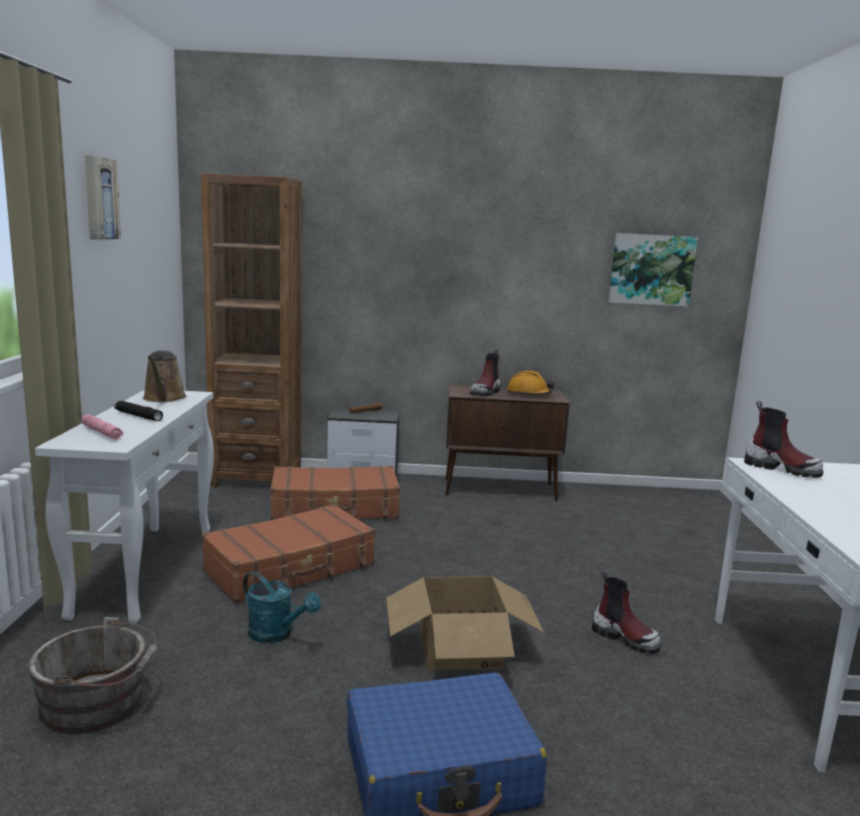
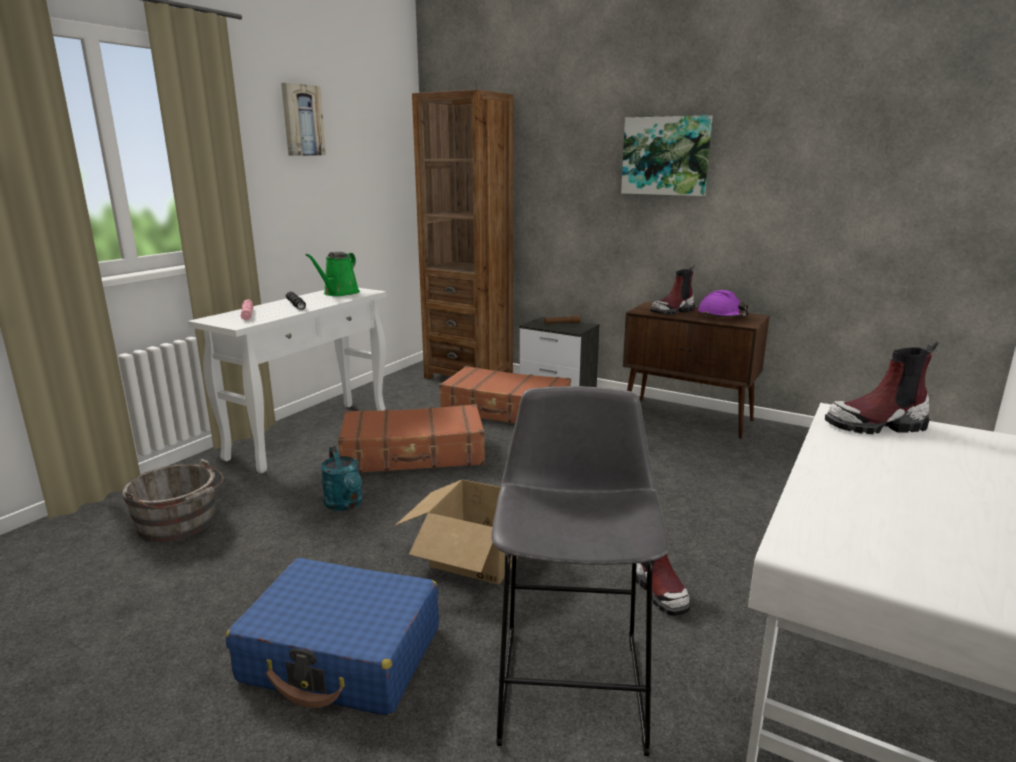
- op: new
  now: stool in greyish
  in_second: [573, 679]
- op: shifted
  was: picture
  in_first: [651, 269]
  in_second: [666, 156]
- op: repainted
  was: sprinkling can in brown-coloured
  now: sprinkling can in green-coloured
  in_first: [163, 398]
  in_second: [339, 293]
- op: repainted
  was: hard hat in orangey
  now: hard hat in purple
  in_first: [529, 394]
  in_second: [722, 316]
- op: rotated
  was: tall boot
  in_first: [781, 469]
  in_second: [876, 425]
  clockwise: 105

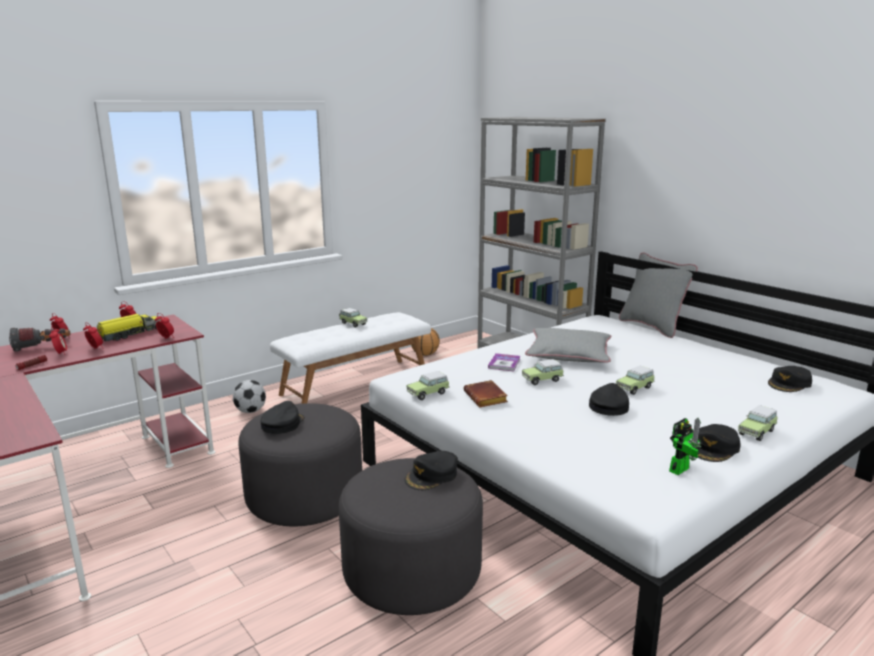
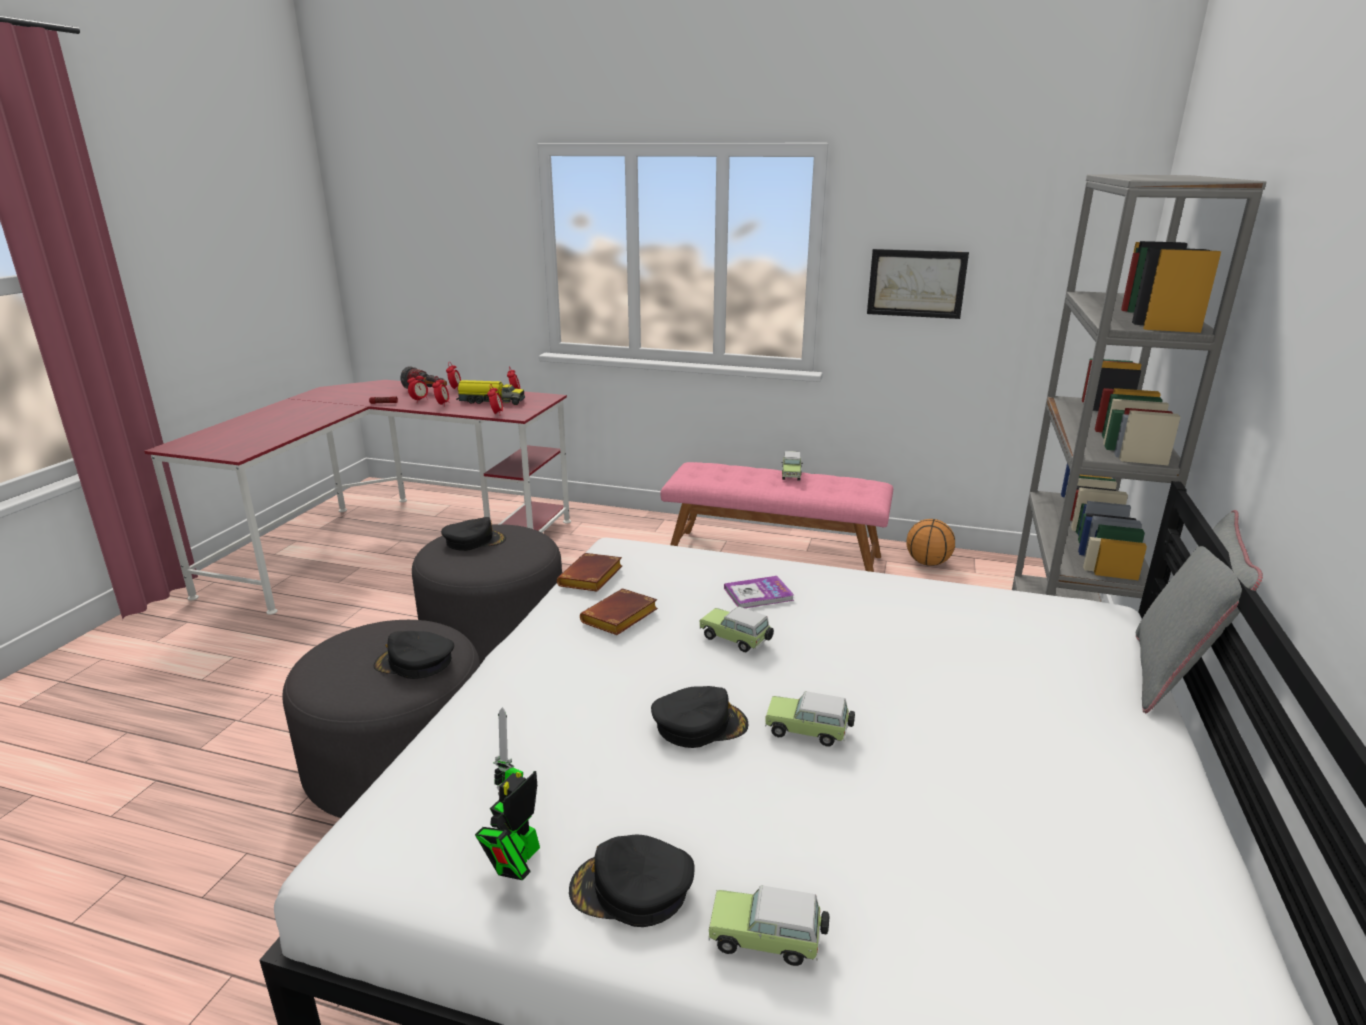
- op: gone
  was: football ball
  in_first: [250, 411]
- op: gone
  was: pillow in greyish
  in_first: [568, 354]
- op: gone
  was: peaked cap in black
  in_first: [789, 384]
- op: new
  now: picture
  in_second: [916, 283]
- op: swapped
  was: toy car
  now: volume in brown-coloured
  in_first: [429, 393]
  in_second: [591, 579]
- op: repainted
  was: bench in whitish
  now: bench in pink
  in_first: [355, 383]
  in_second: [774, 556]
- op: rotated
  was: robot figure
  in_first: [681, 468]
  in_second: [515, 862]
  clockwise: 105

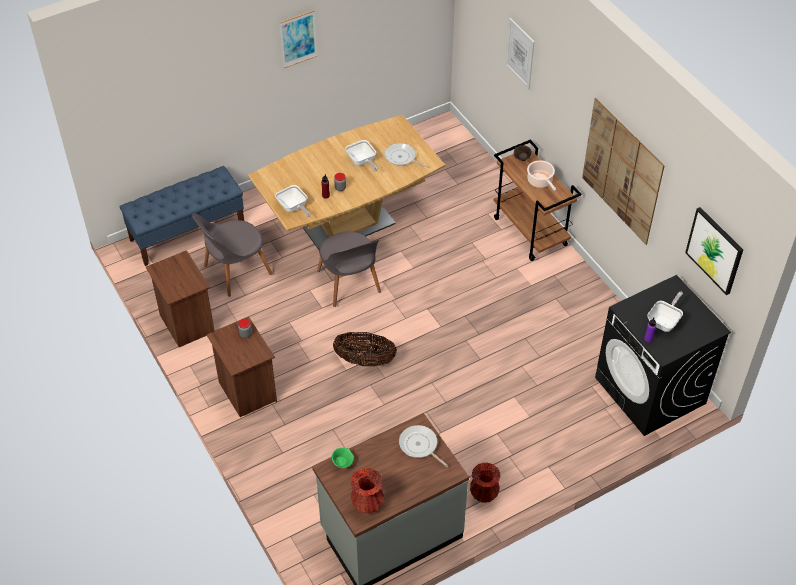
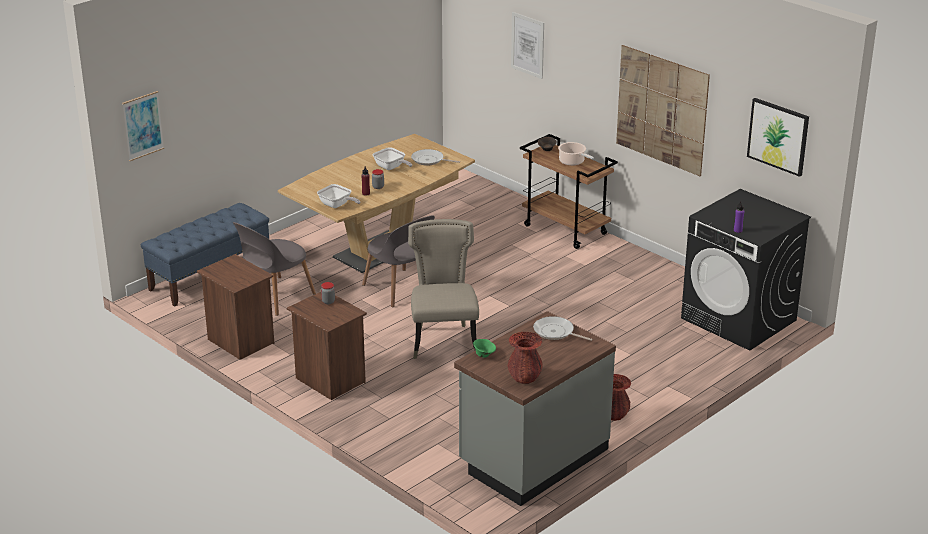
- op: gone
  was: pan
  in_first: [665, 321]
- op: shifted
  was: picture
  in_first: [298, 39]
  in_second: [143, 126]
- op: swapped
  was: basket
  now: upright chair in beige
  in_first: [365, 360]
  in_second: [443, 340]

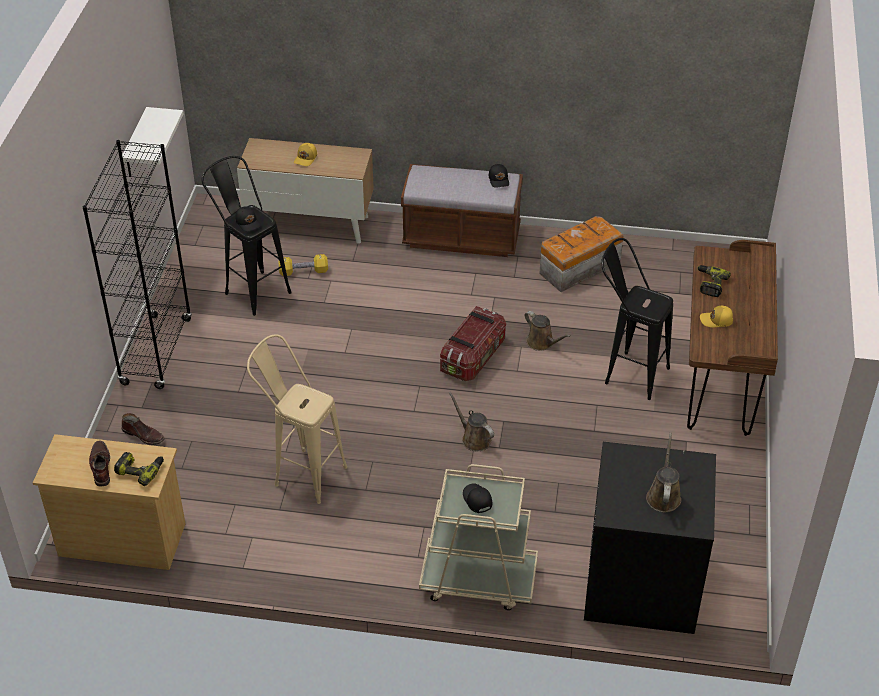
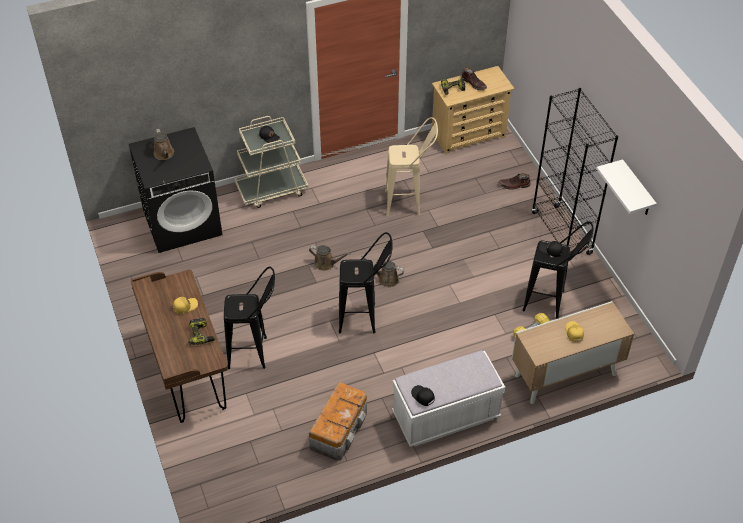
- op: shifted
  was: sprinkling can in brown-coloured
  in_first: [542, 342]
  in_second: [386, 279]
- op: swapped
  was: storage box
  now: stool in black
  in_first: [473, 357]
  in_second: [365, 318]
- op: repainted
  was: bench in brown-coloured
  now: bench in whitish
  in_first: [461, 237]
  in_second: [446, 416]

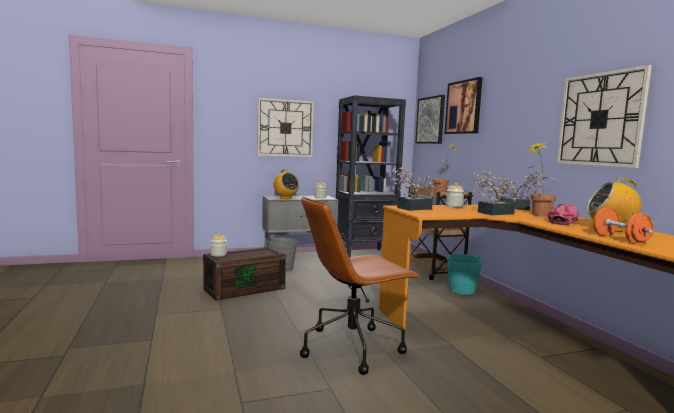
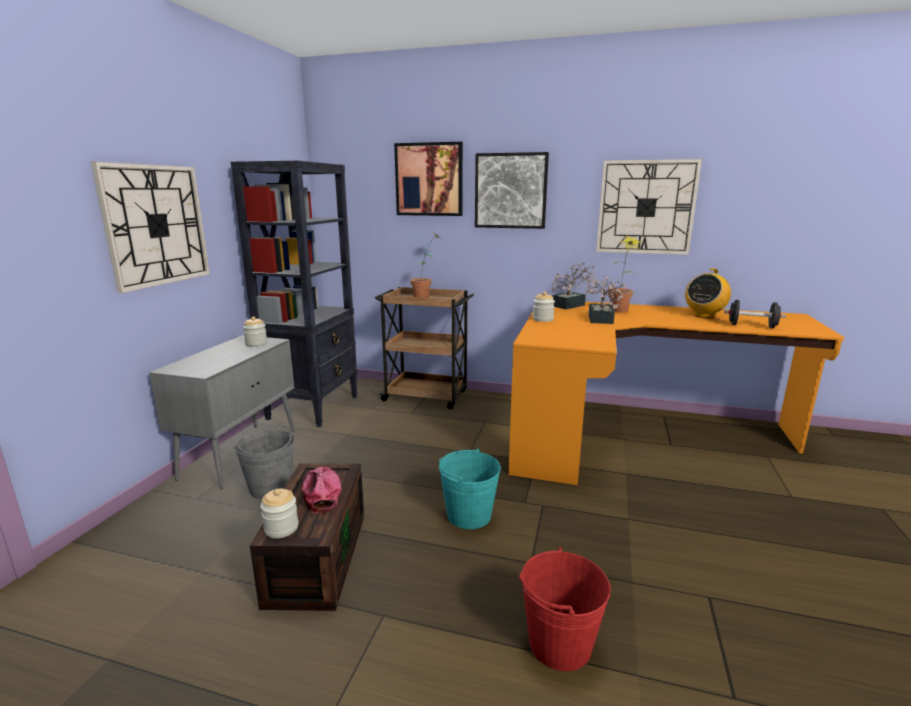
- op: gone
  was: radio receiver
  in_first: [285, 198]
- op: gone
  was: office chair in brown-coloured
  in_first: [353, 347]
- op: gone
  was: houseplant
  in_first: [411, 208]
- op: new
  now: pail in red
  in_second: [559, 643]
- op: shifted
  was: picture
  in_first: [430, 120]
  in_second: [510, 191]
- op: shifted
  was: pail in turquoise-coloured
  in_first: [462, 290]
  in_second: [469, 515]
- op: shifted
  was: peaked cap
  in_first: [563, 221]
  in_second: [321, 493]
- op: repainted
  was: hand weight in orangey
  now: hand weight in black
  in_first: [620, 239]
  in_second: [752, 326]

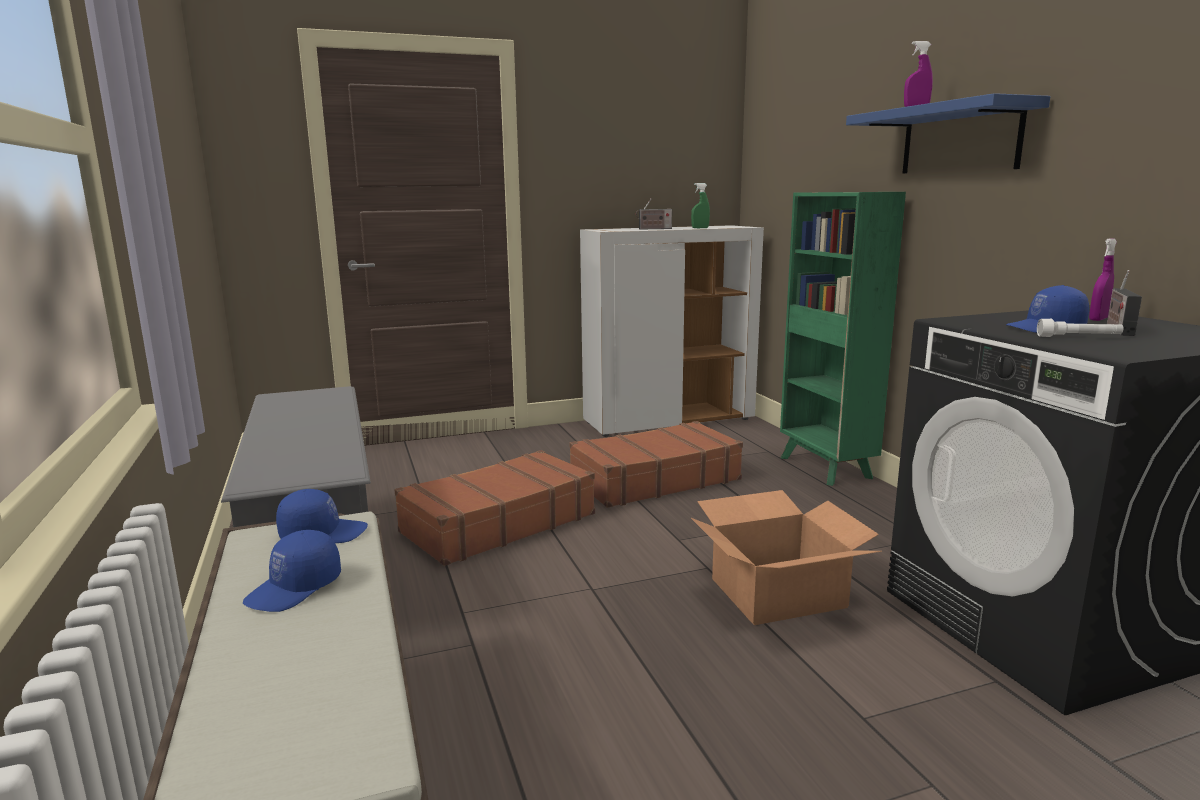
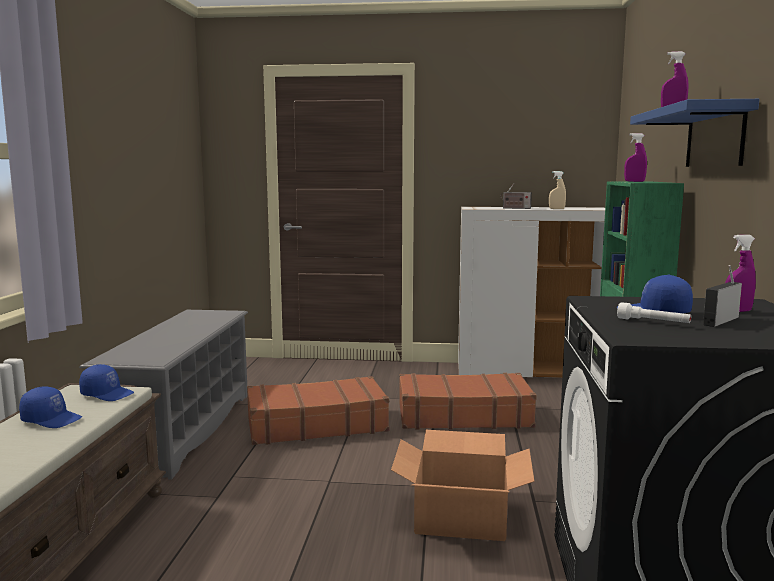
- op: new
  now: spray bottle in purple
  in_second: [634, 181]
- op: repainted
  was: spray bottle in green-coloured
  now: spray bottle in beige
  in_first: [700, 228]
  in_second: [556, 209]
- op: rotated
  was: peaked cap in blue-coloured
  in_first: [295, 589]
  in_second: [52, 419]
  clockwise: -135

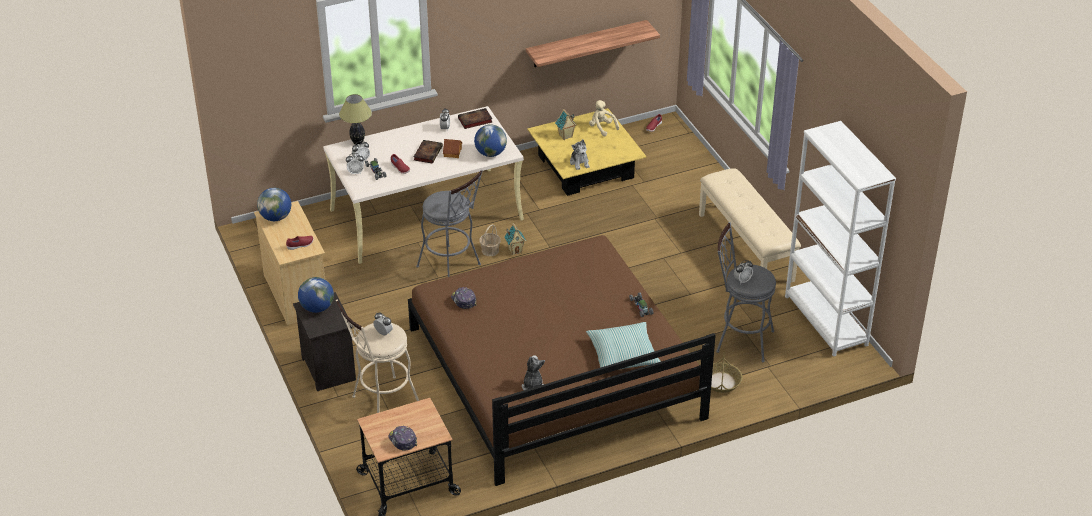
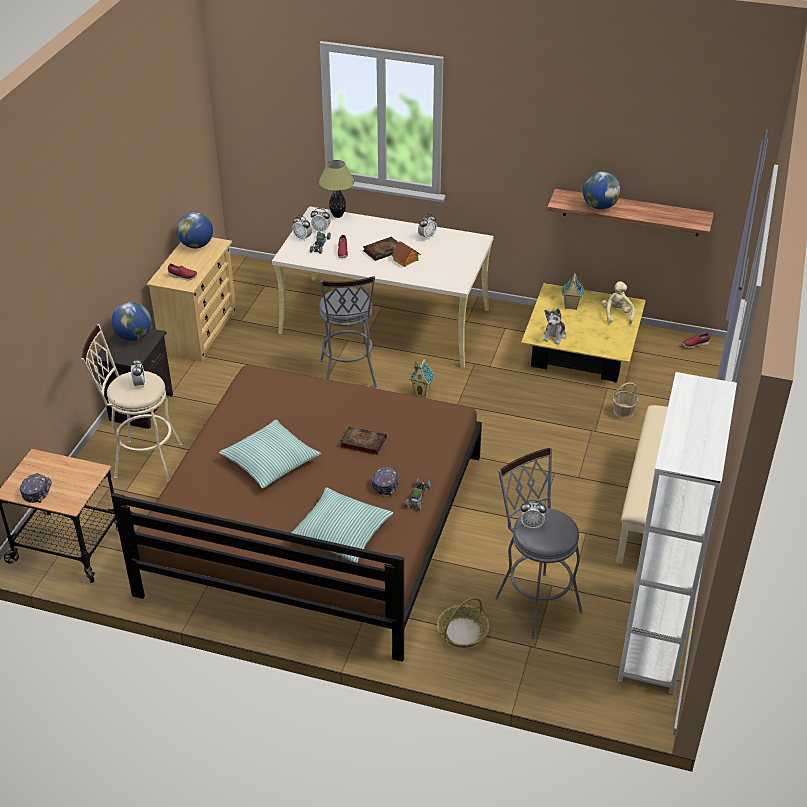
- op: gone
  was: plush toy
  in_first: [533, 385]
- op: new
  now: pillow
  in_second: [270, 461]
- op: shifted
  was: peaked cap
  in_first: [463, 301]
  in_second: [385, 483]
- op: shifted
  was: volume
  in_first: [474, 120]
  in_second: [362, 442]
- op: shifted
  was: desk globe
  in_first: [490, 153]
  in_second: [599, 206]
- op: shifted
  was: basket
  in_first: [490, 250]
  in_second: [623, 411]

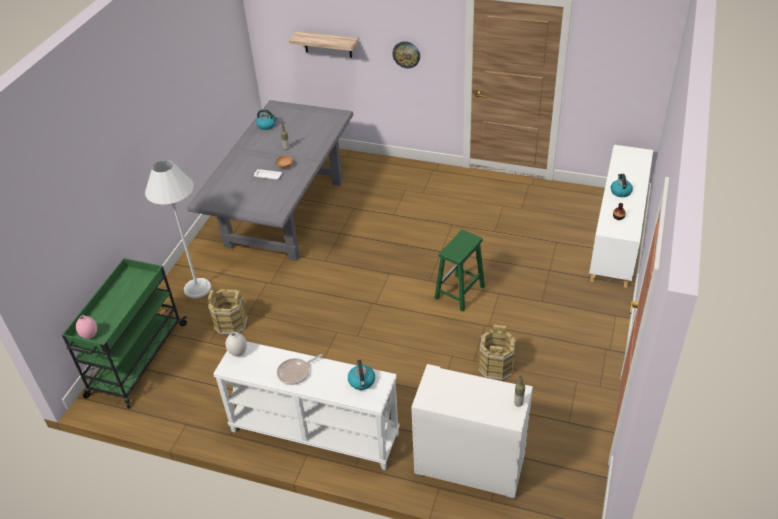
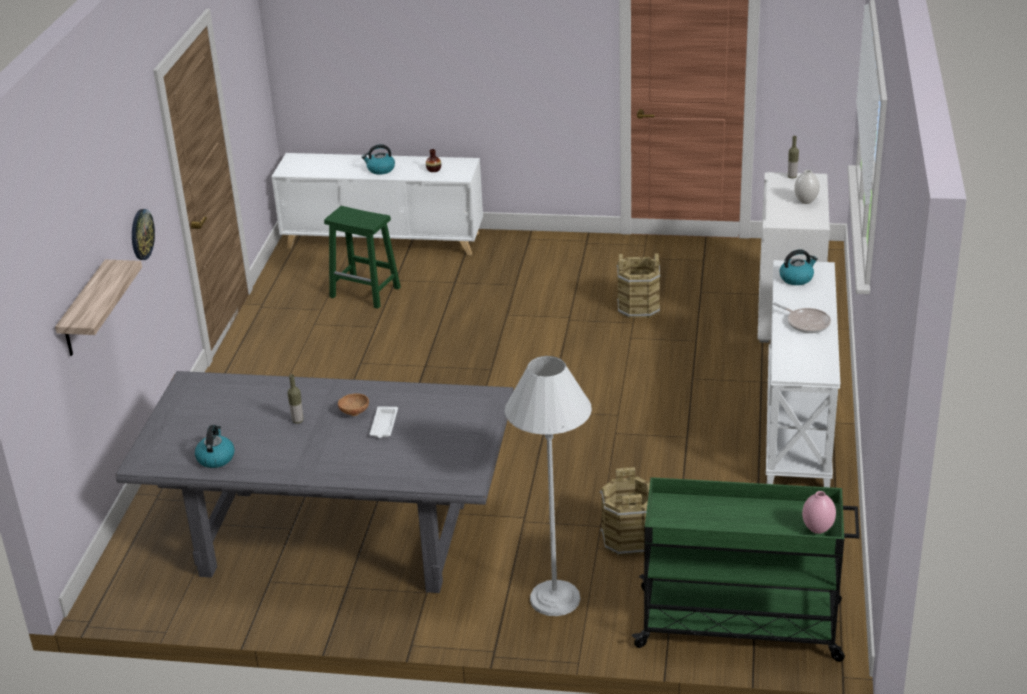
- op: shifted
  was: flower vase in whitish
  in_first: [238, 352]
  in_second: [805, 201]
- op: shifted
  was: stool in green-coloured
  in_first: [459, 293]
  in_second: [366, 292]

